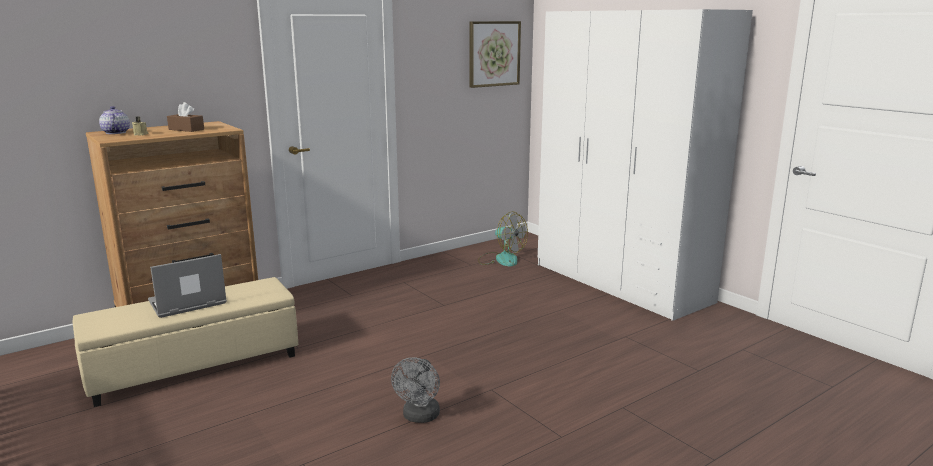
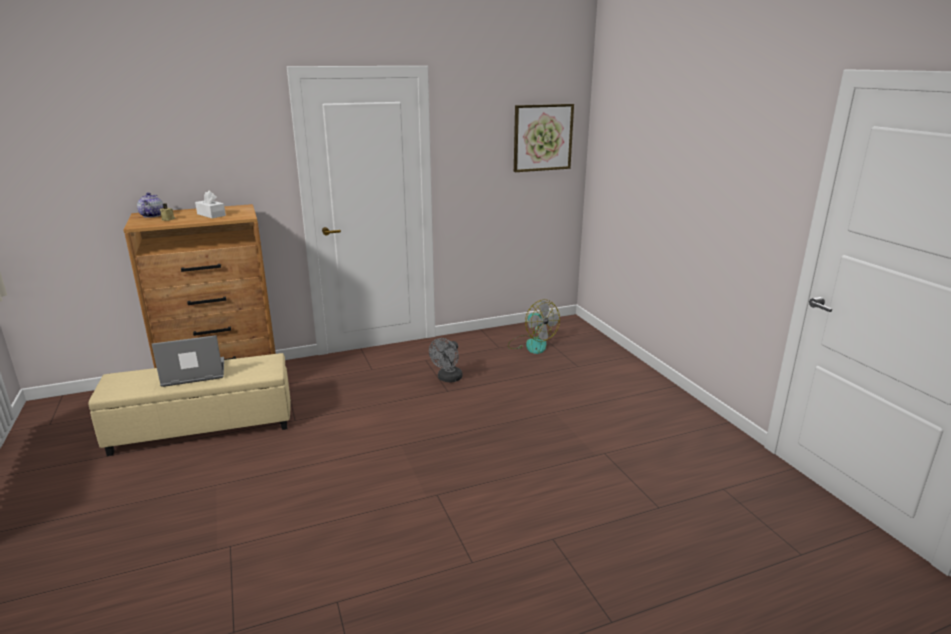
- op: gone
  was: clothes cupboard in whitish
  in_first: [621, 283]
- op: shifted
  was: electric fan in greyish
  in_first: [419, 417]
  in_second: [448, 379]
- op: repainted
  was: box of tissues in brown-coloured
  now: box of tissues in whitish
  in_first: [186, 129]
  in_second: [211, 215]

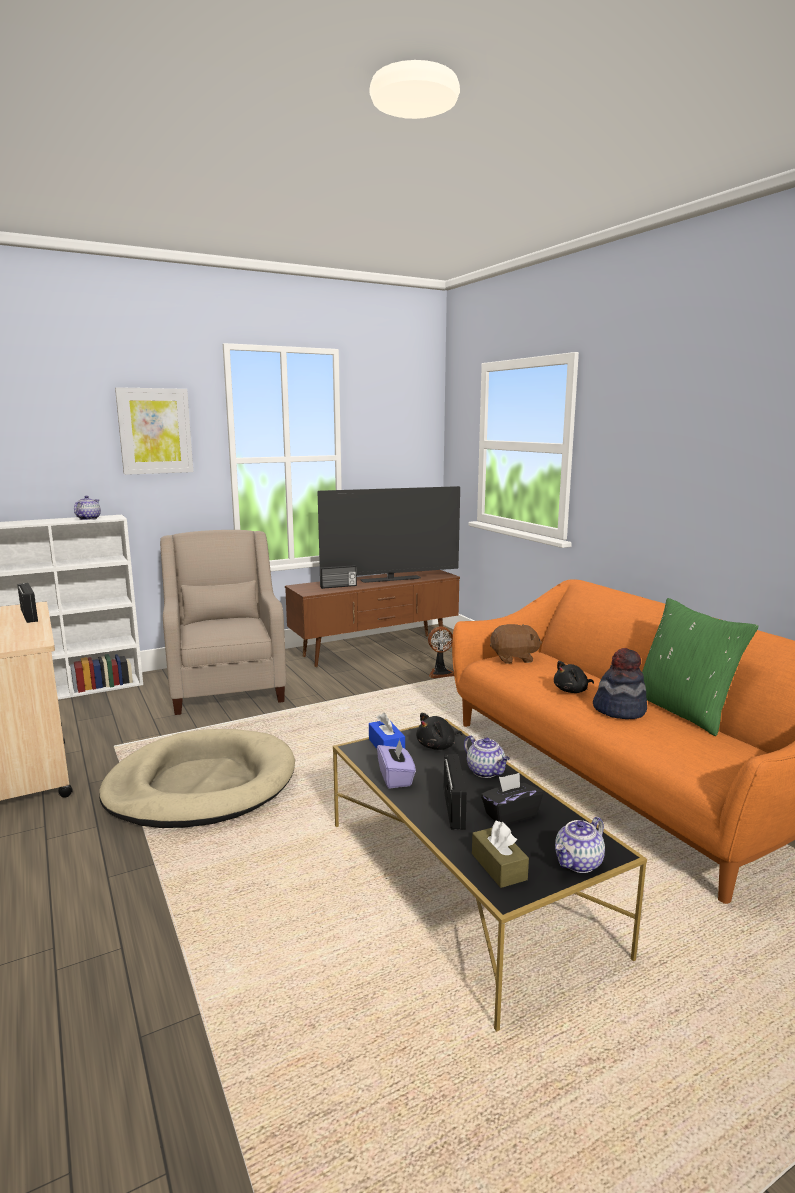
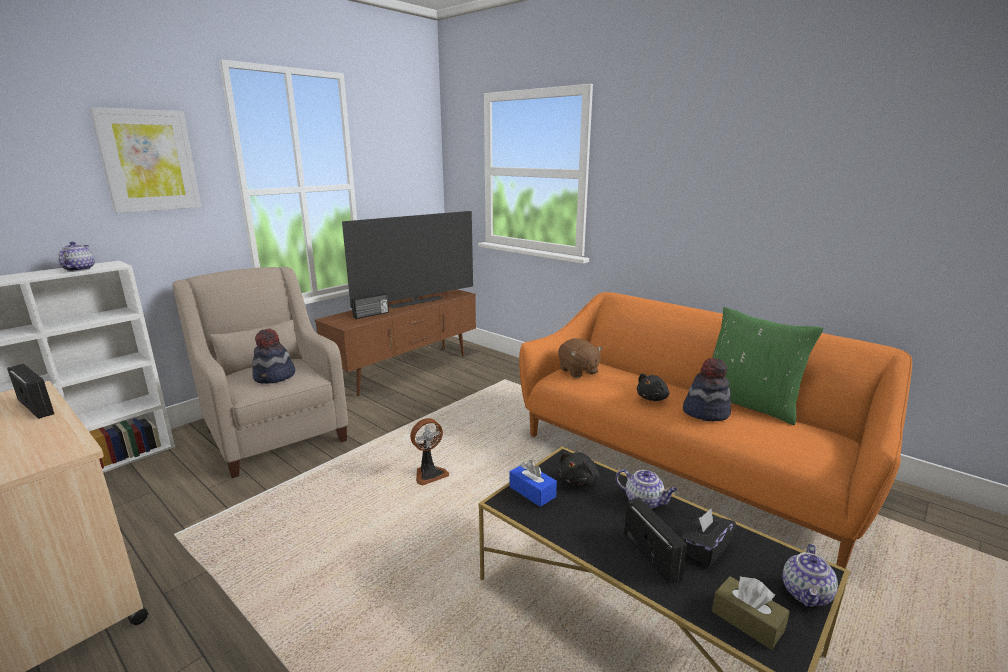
- op: gone
  was: dog cushion in beige
  in_first: [201, 785]
- op: gone
  was: box of tissues in purple
  in_first: [396, 778]
- op: new
  now: wearable hat
  in_second: [274, 377]
- op: shifted
  was: electric fan
  in_first: [440, 673]
  in_second: [429, 474]
- op: rotated
  was: plush toy in brown-coloured
  in_first: [514, 658]
  in_second: [578, 371]
  clockwise: 90

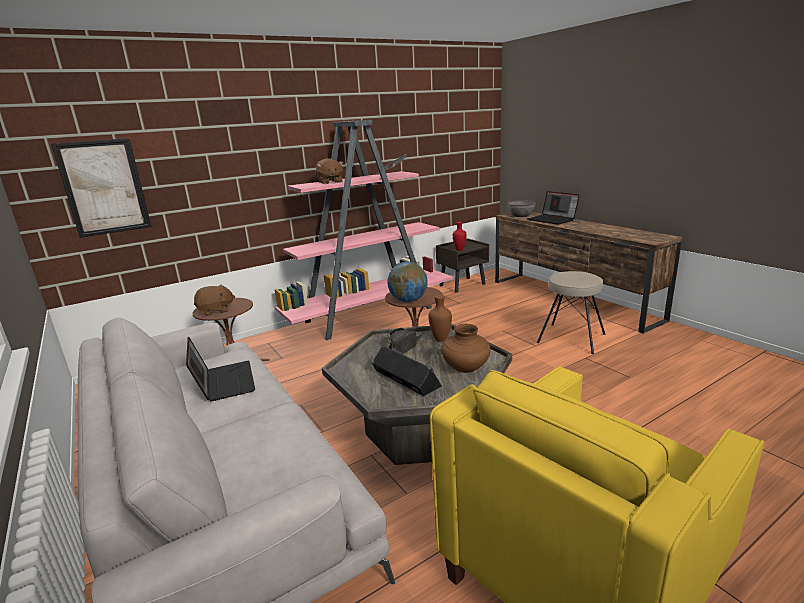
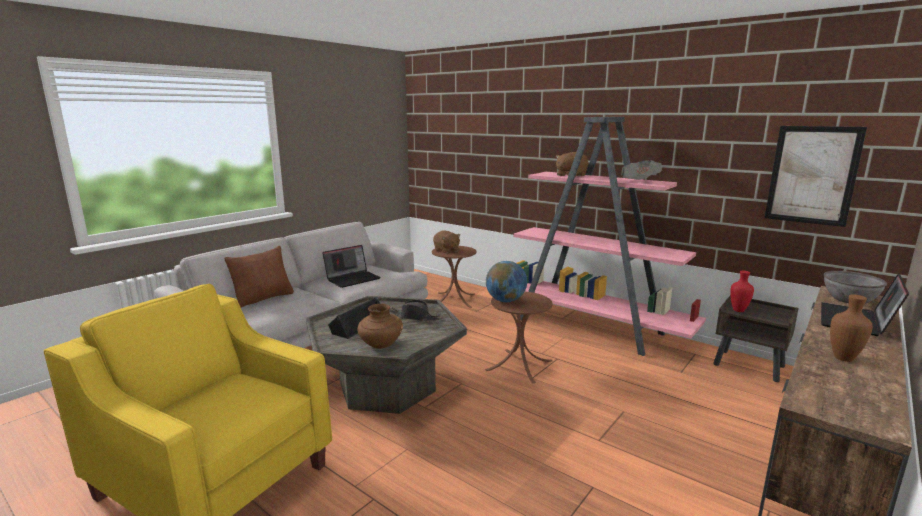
- op: gone
  was: stool in beige
  in_first: [571, 338]
- op: new
  now: pillow in brown-coloured
  in_second: [264, 298]
- op: shifted
  was: picture
  in_first: [104, 187]
  in_second: [812, 175]
- op: shifted
  was: flower vase in brown-coloured
  in_first: [440, 339]
  in_second: [844, 358]

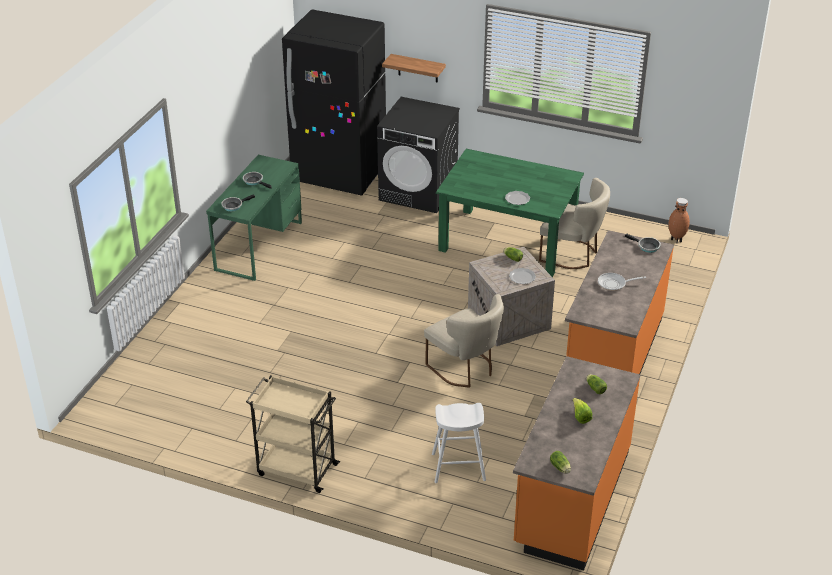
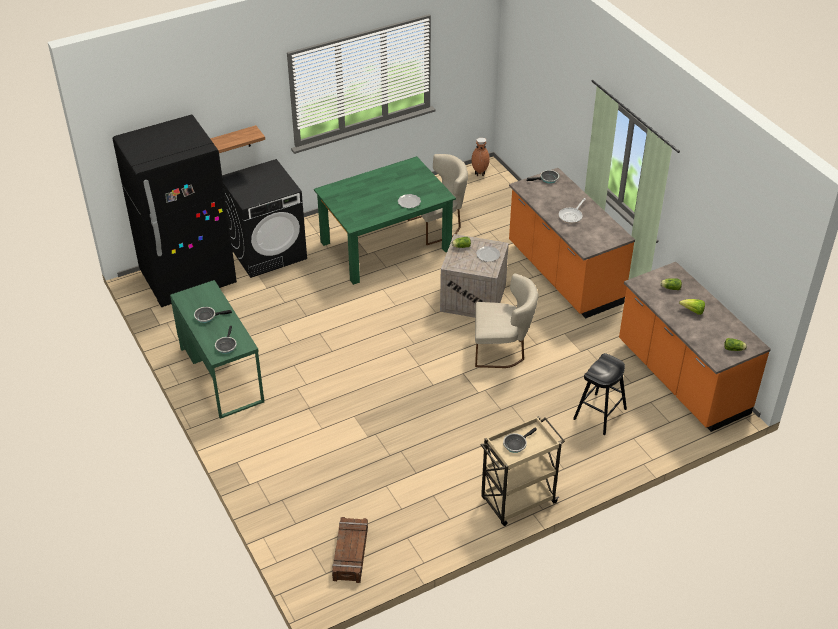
- op: new
  now: crate
  in_second: [351, 554]
- op: new
  now: pan
  in_second: [516, 444]
- op: repainted
  was: stool in whitish
  now: stool in black
  in_first: [458, 467]
  in_second: [600, 414]

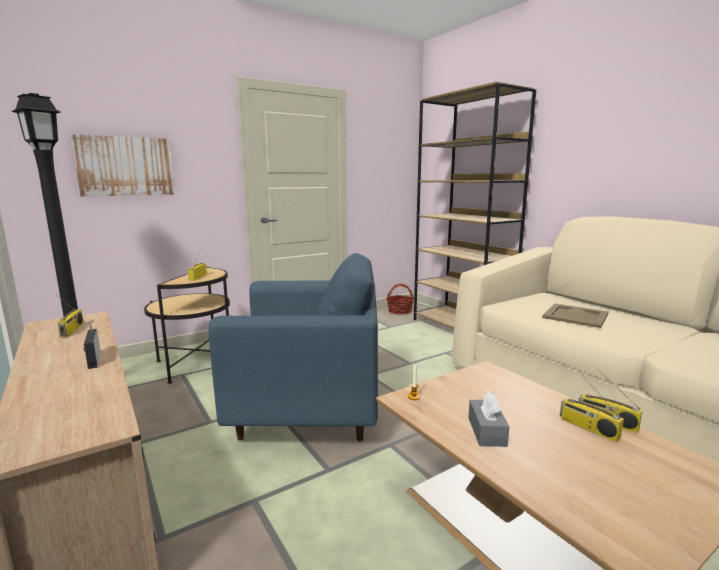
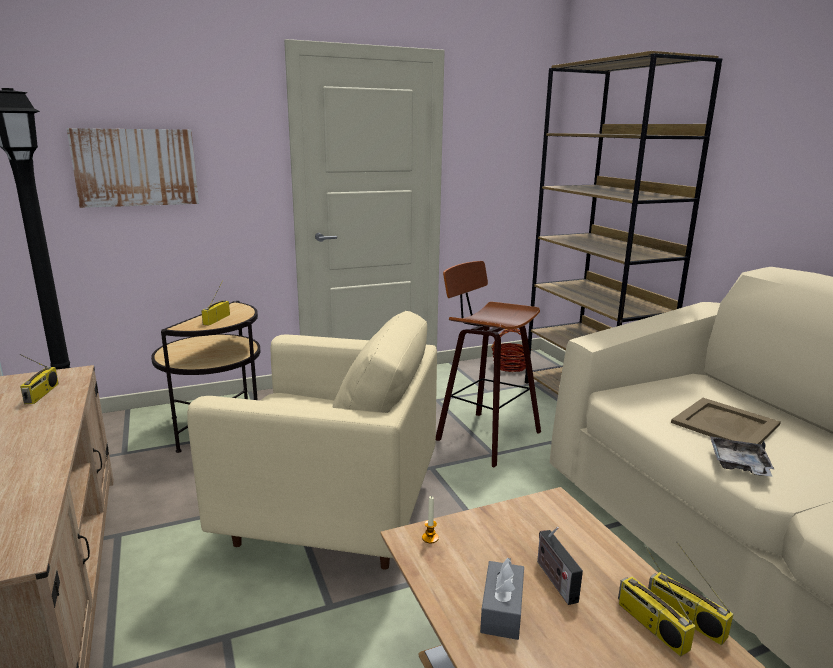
- op: new
  now: stool
  in_second: [484, 436]
- op: new
  now: tray in greyish
  in_second: [739, 465]
- op: shifted
  was: radio receiver
  in_first: [93, 359]
  in_second: [554, 579]
- op: repainted
  was: armchair in blue-coloured
  now: armchair in beige
  in_first: [306, 413]
  in_second: [330, 517]

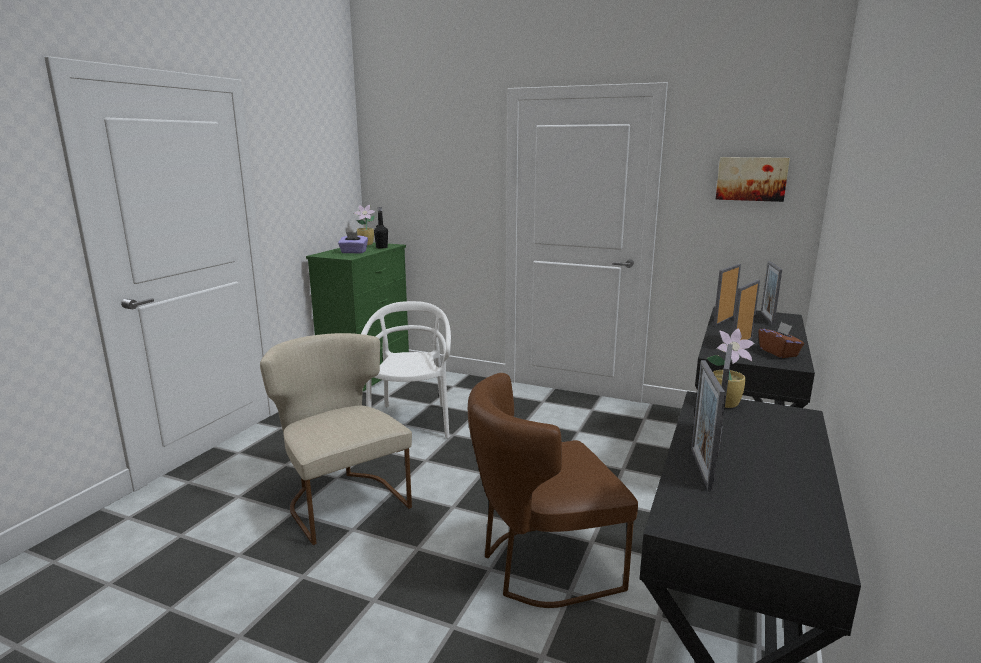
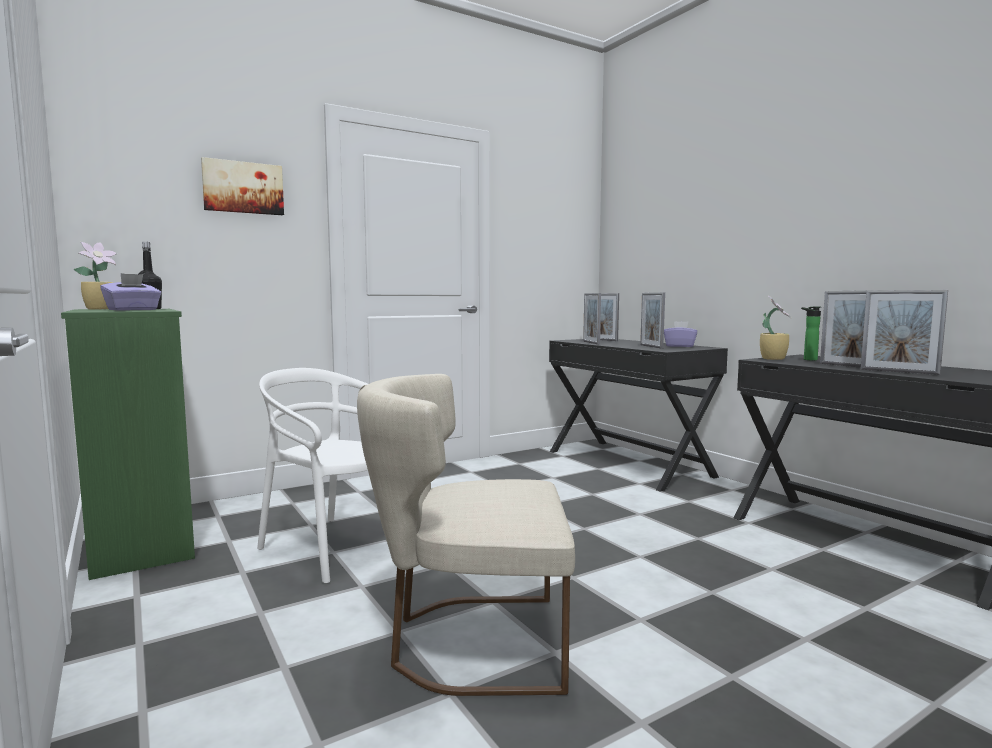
- op: gone
  was: upright chair in brown-coloured
  in_first: [541, 565]
- op: new
  now: drink bottle
  in_second: [808, 359]
- op: shifted
  was: picture
  in_first: [751, 179]
  in_second: [243, 188]
- op: repainted
  was: box of tissues in brown-coloured
  now: box of tissues in purple
  in_first: [778, 352]
  in_second: [679, 346]

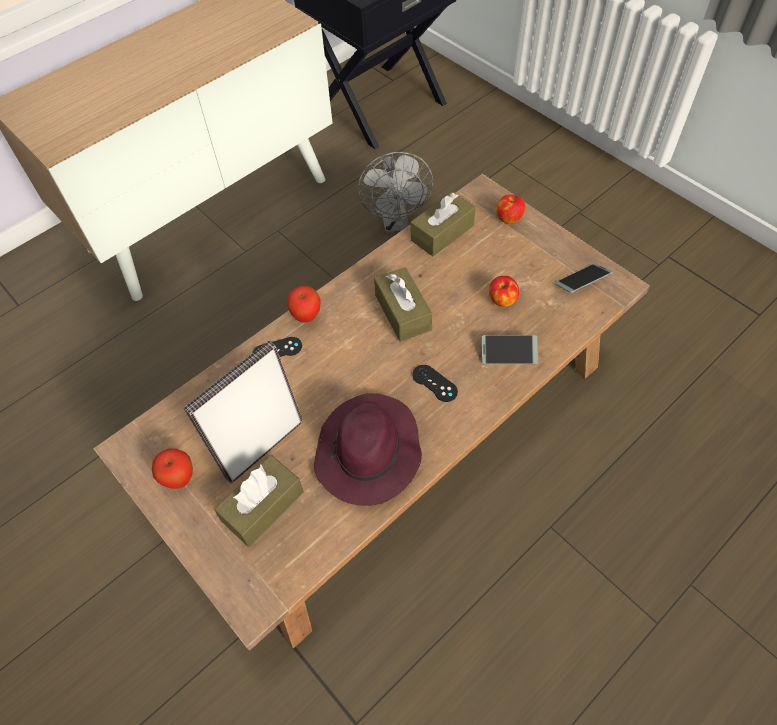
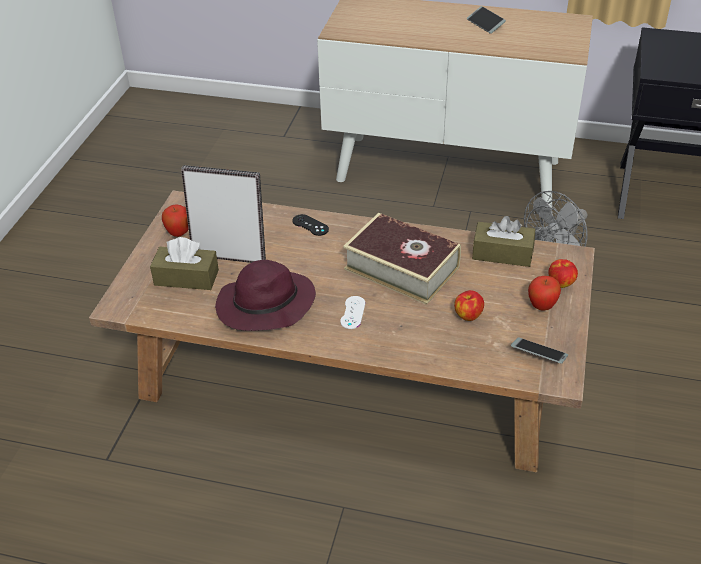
- op: shifted
  was: apple fruit
  in_first: [306, 316]
  in_second: [541, 306]
- op: shifted
  was: handset
  in_first: [508, 353]
  in_second: [485, 24]
- op: swapped
  was: box of tissues in brown-coloured
  now: volume
  in_first: [402, 312]
  in_second: [401, 268]
- op: repainted
  was: gamepad in black
  now: gamepad in whitish
  in_first: [434, 383]
  in_second: [353, 312]

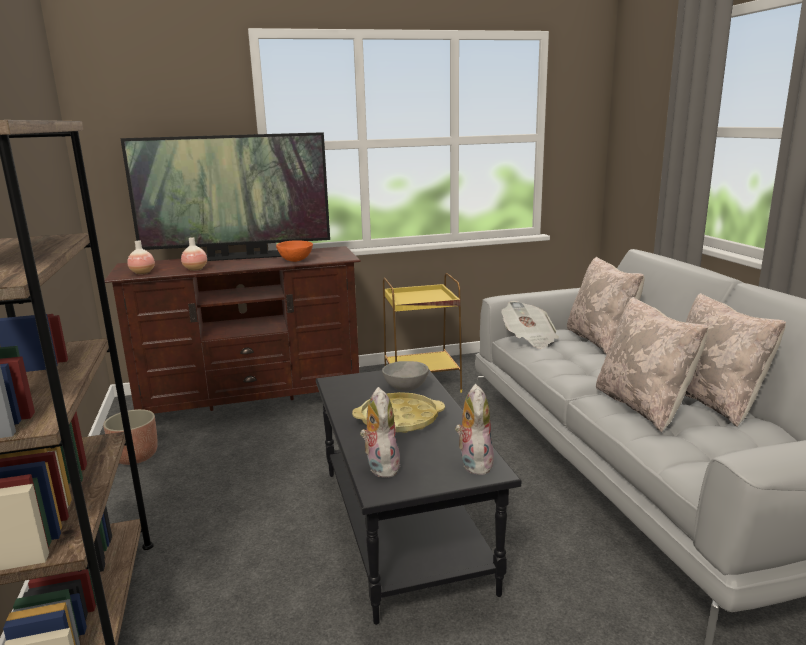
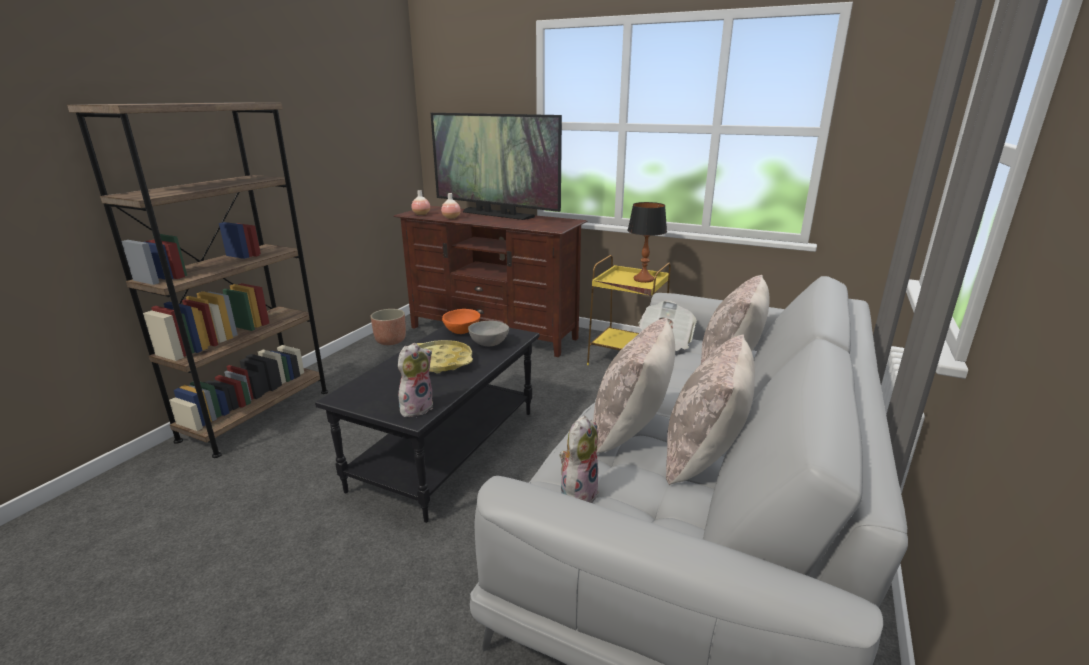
- op: new
  now: table lamp
  in_second: [644, 279]
- op: shifted
  was: serving bowl in orangey
  in_first: [296, 260]
  in_second: [462, 332]
- op: shifted
  was: plush toy
  in_first: [380, 466]
  in_second: [578, 493]

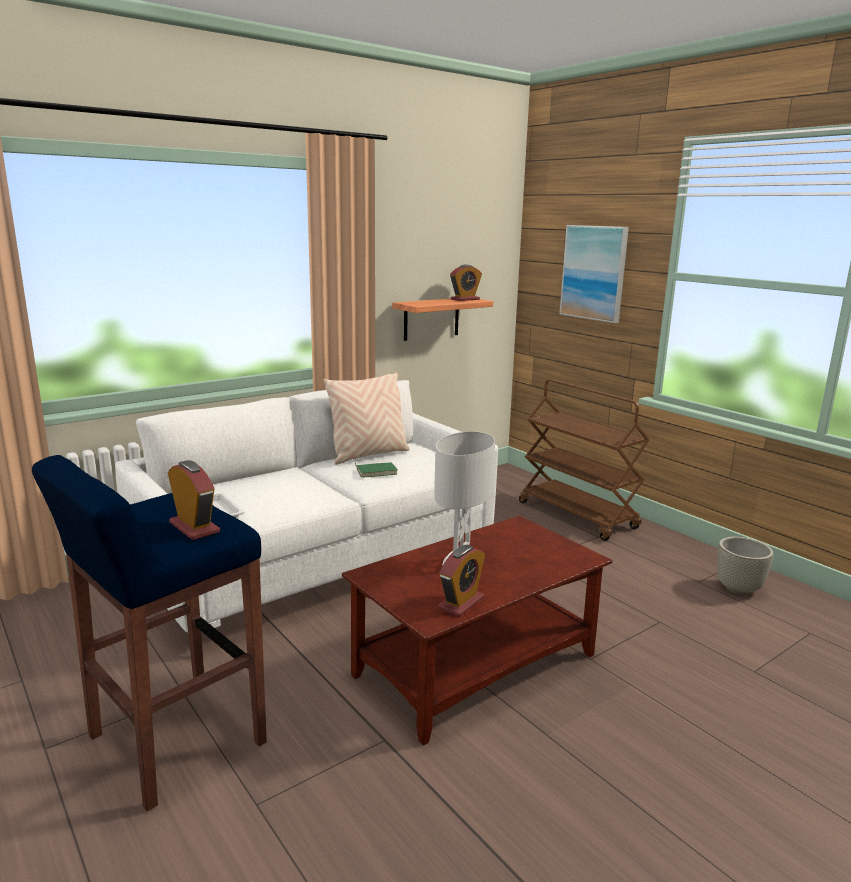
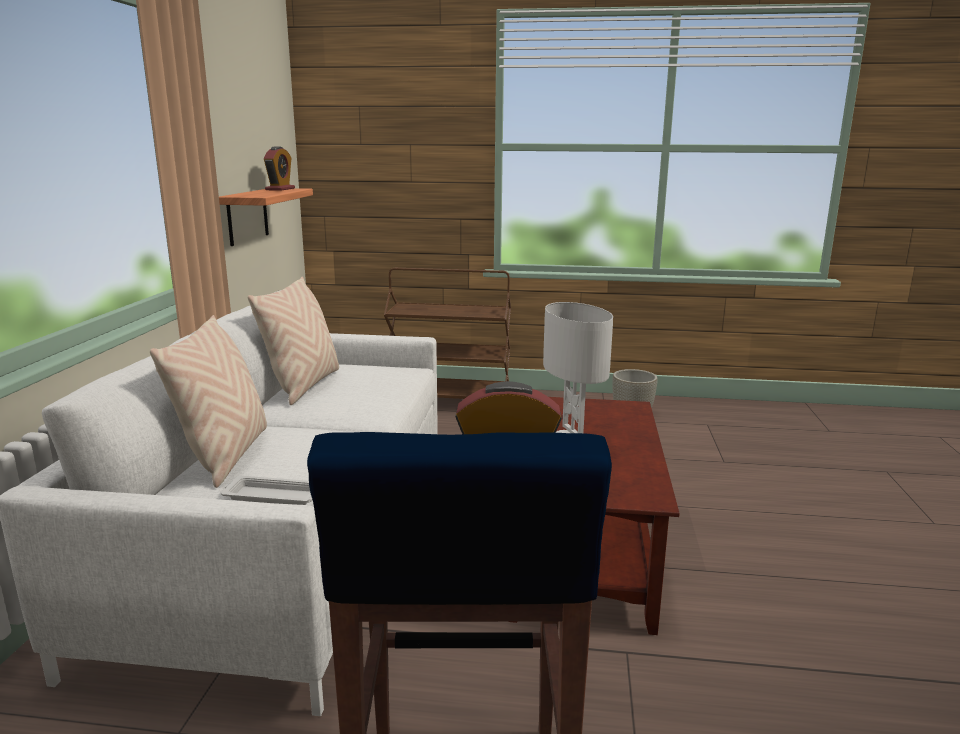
- op: gone
  was: volume in green-coloured
  in_first: [376, 471]
- op: gone
  was: table clock
  in_first: [461, 603]
- op: gone
  was: picture
  in_first: [594, 272]
- op: new
  now: pillow in beige
  in_second: [226, 456]

